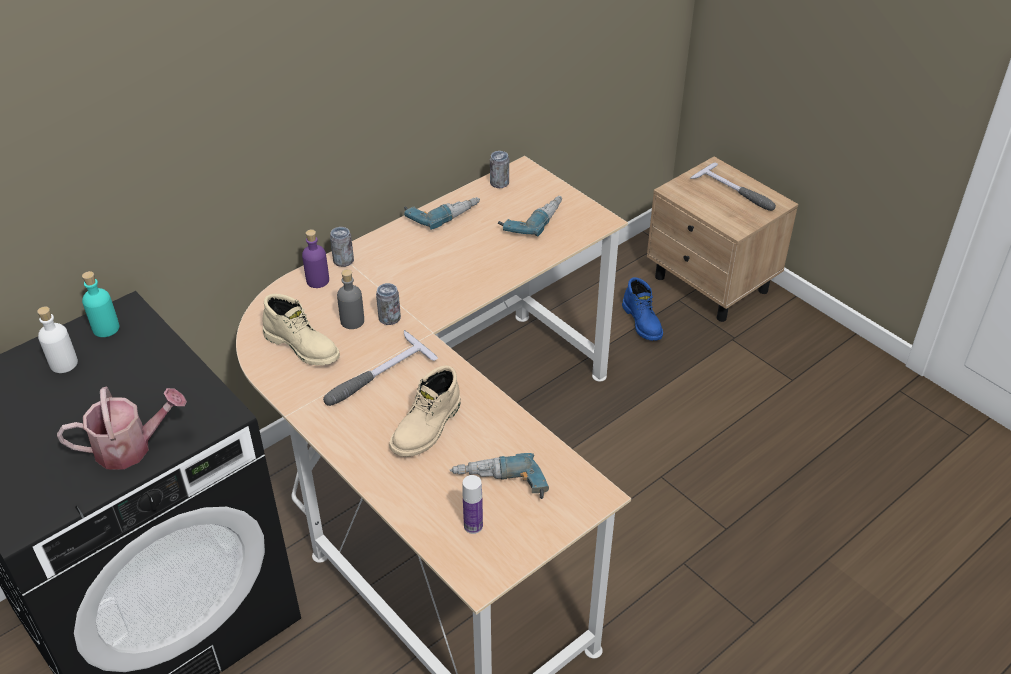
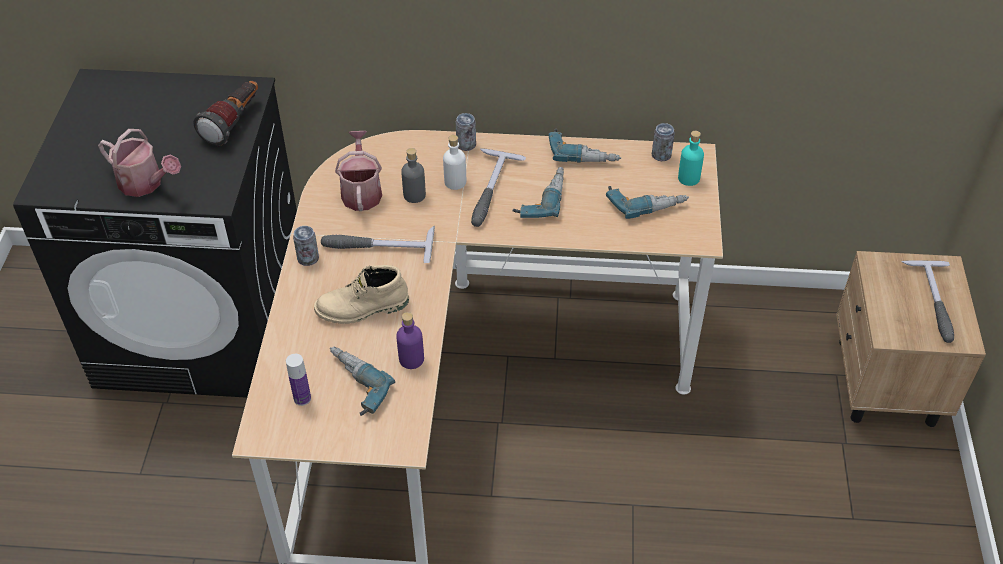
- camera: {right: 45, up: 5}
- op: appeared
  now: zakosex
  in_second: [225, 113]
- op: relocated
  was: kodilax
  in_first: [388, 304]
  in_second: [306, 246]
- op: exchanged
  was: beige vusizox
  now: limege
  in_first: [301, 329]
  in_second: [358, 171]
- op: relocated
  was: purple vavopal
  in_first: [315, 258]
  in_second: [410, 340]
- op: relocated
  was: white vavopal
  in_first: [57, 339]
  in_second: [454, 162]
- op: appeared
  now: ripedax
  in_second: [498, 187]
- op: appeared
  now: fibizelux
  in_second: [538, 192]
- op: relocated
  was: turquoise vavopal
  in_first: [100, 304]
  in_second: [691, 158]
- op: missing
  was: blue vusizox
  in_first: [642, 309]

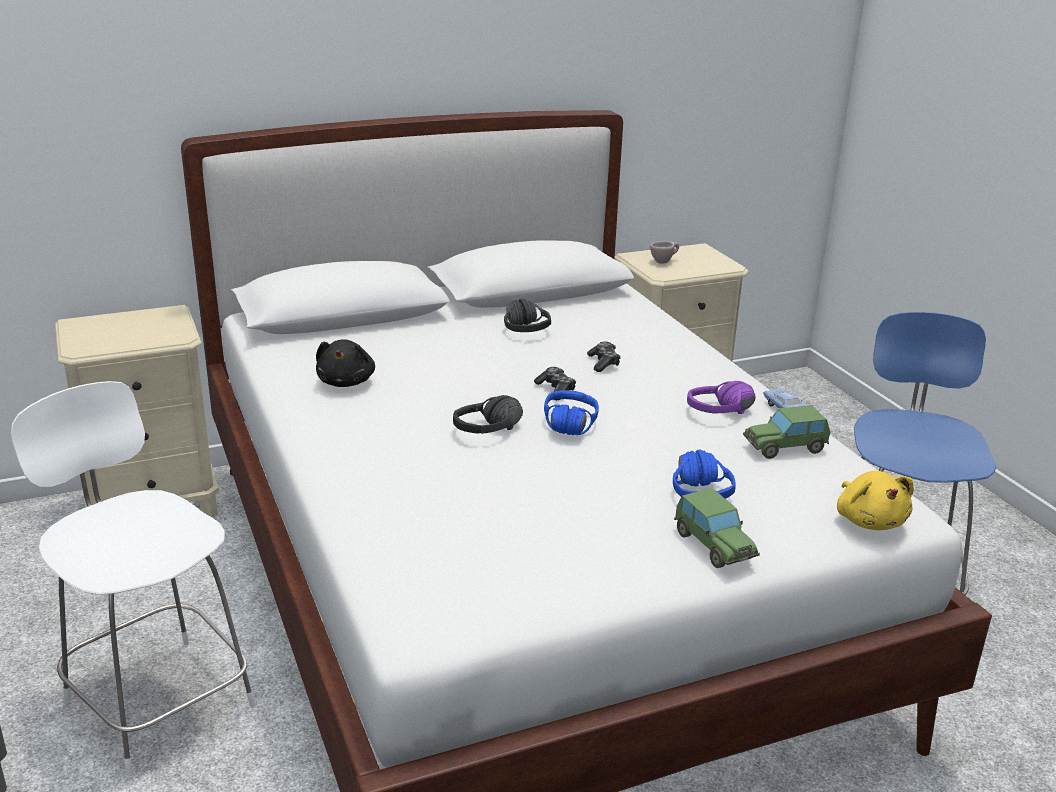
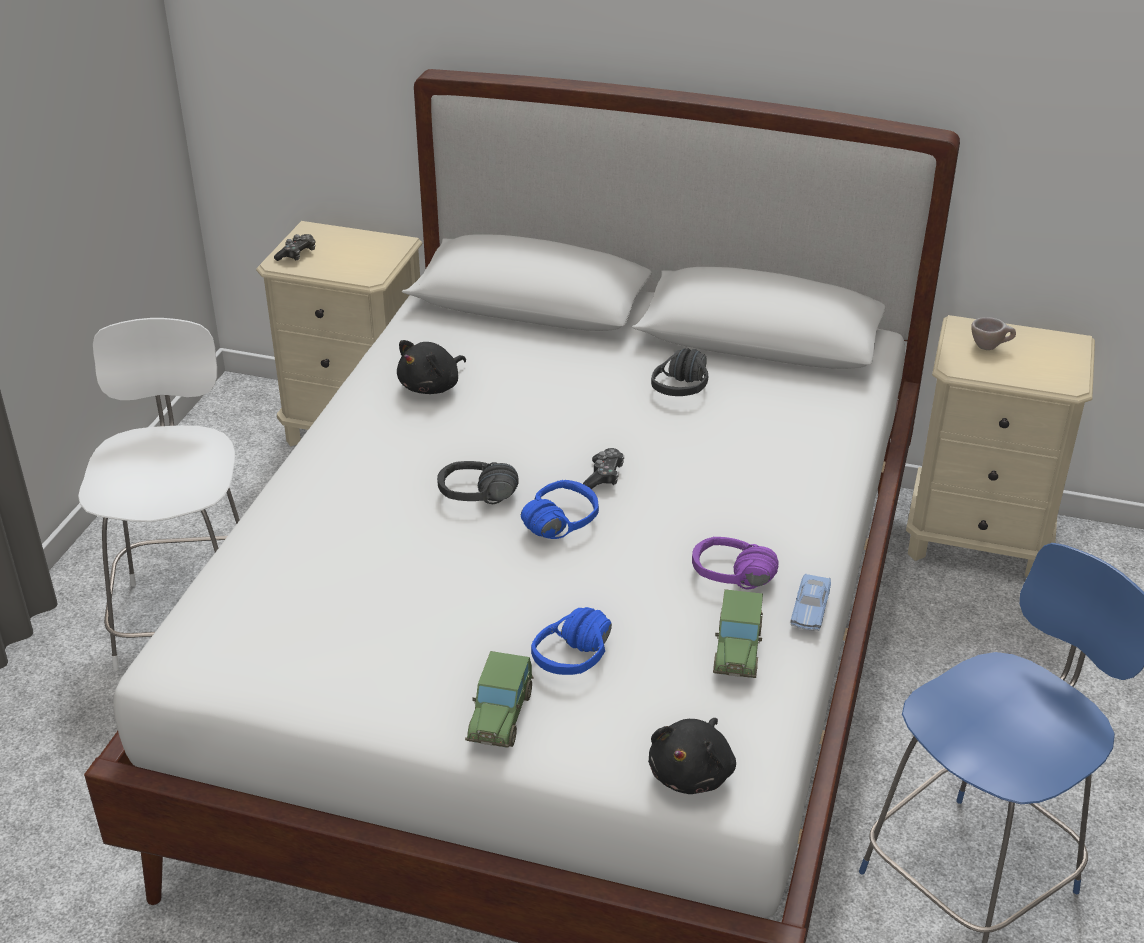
- camera: {right: 40, up: 10}
- op: relocated
  was: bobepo
  in_first: [604, 357]
  in_second: [295, 247]
- op: colour
  was: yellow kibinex
  now: black kibinex
  in_first: [875, 500]
  in_second: [692, 756]
- op: spun
  was: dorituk
  in_first: [786, 432]
  in_second: [738, 633]
  clockwise: -105

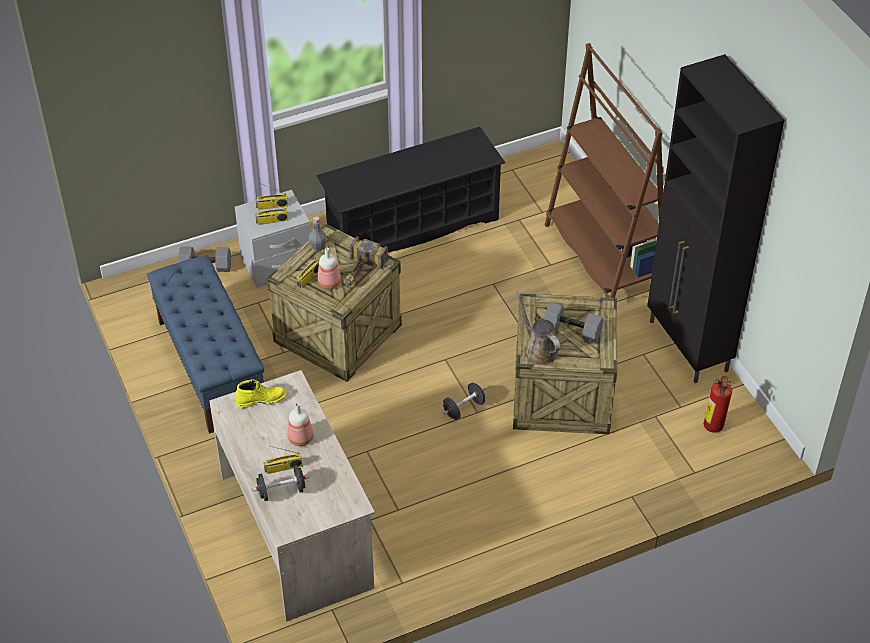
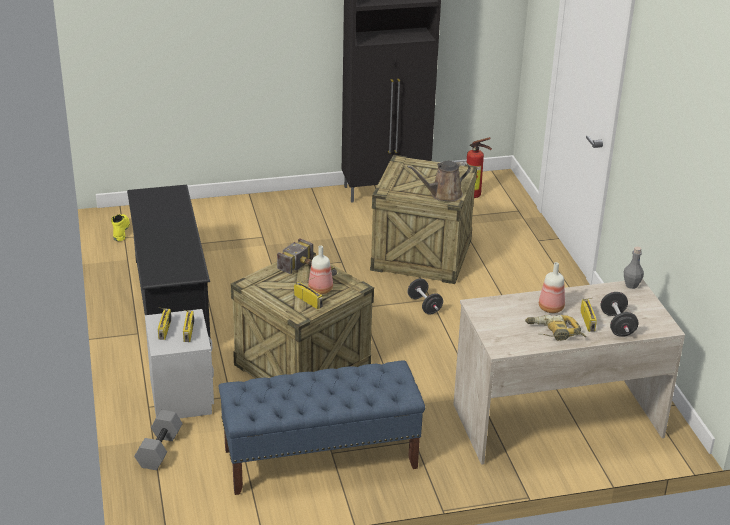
- camera: {right: -80, up: -15}
- op: relocated
  was: yellow vusizox
  in_first: [261, 393]
  in_second: [120, 227]
- op: appeared
  now: fibizelux
  in_second: [555, 328]
- op: relocated
  was: grey vavopal
  in_first: [317, 233]
  in_second: [634, 268]
- op: missing
  was: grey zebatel
  in_first: [573, 322]
- op: missing
  was: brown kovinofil
  in_first: [604, 170]

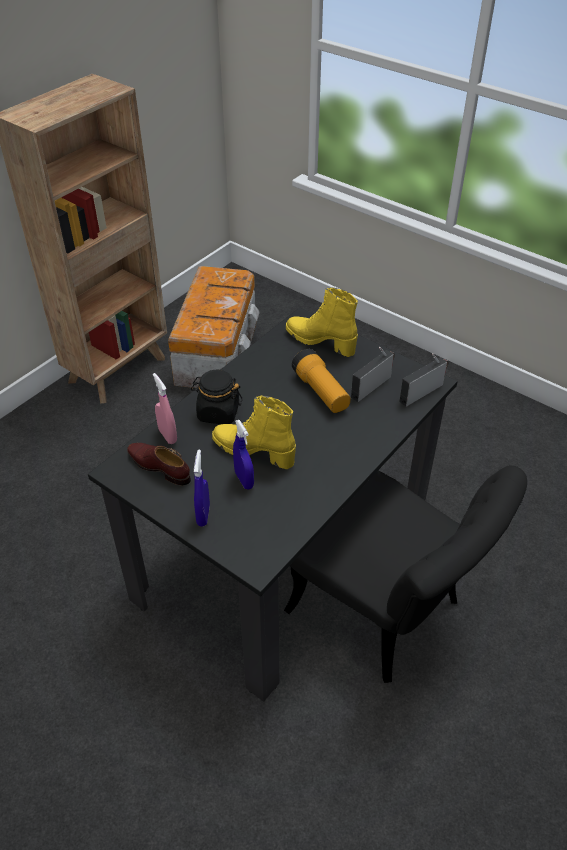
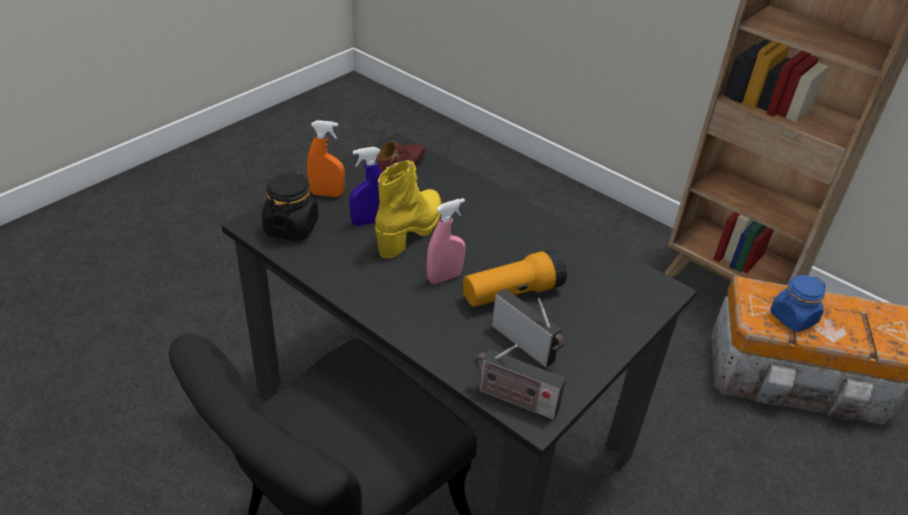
- camera: {right: 90, up: -5}
- op: relocated
  was: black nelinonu
  in_first: [217, 396]
  in_second: [290, 206]
- op: colour
  was: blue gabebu
  now: orange gabebu
  in_first: [202, 488]
  in_second: [326, 158]
- op: relocated
  was: pink gabebu
  in_first: [165, 408]
  in_second: [446, 241]
- op: spun
  was: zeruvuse
  in_first: [424, 380]
  in_second: [520, 382]
  clockwise: 150
- op: appeared
  now: blue nelinonu
  in_second: [798, 303]
- op: missing
  was: yellow vusizox
  in_first: [322, 322]

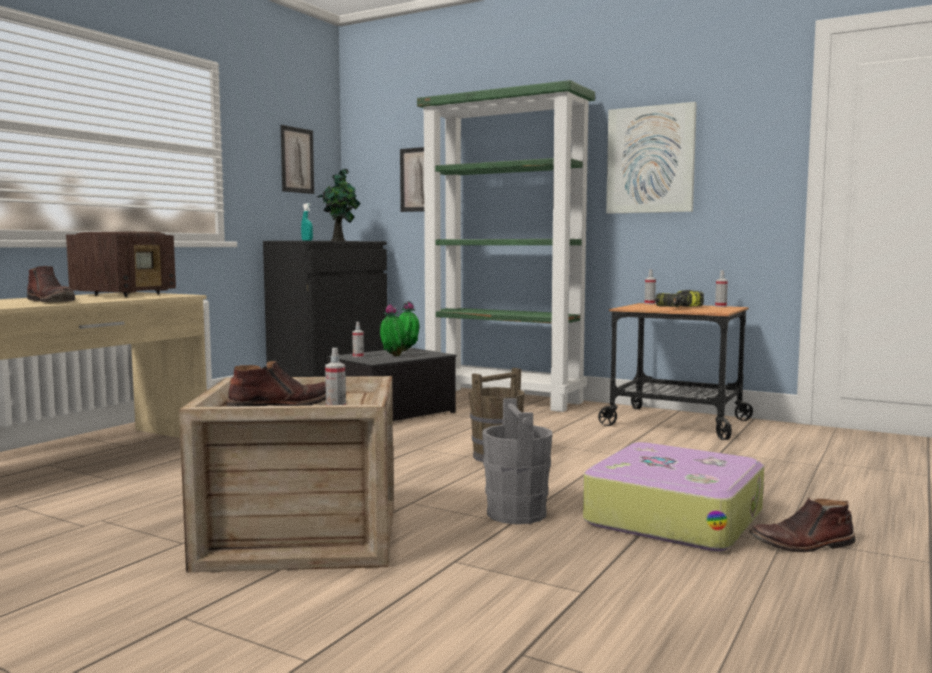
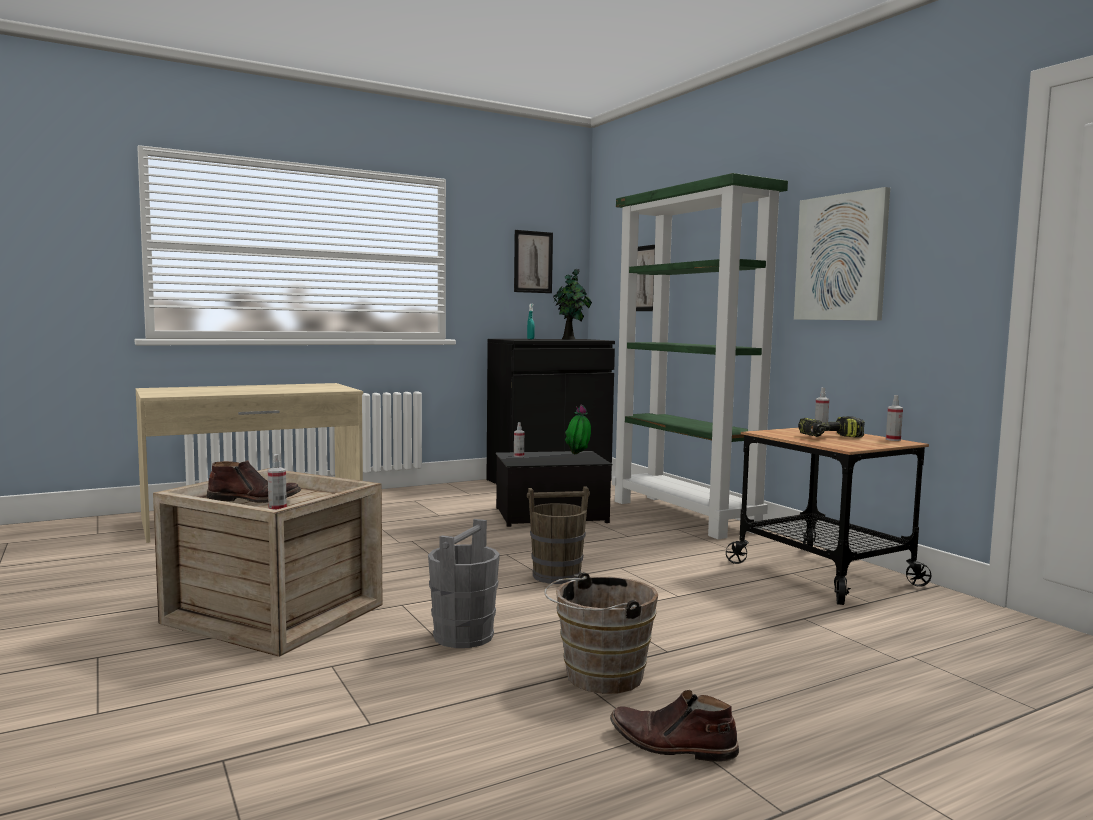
- camera: {right: 30, up: 0}
- op: exchanged
  was: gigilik
  now: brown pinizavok
  in_first: [673, 496]
  in_second: [601, 633]
- op: missing
  was: brown vusizox
  in_first: [51, 284]
- op: missing
  was: zeruvuse
  in_first: [121, 264]
- op: missing
  was: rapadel
  in_first: [394, 330]

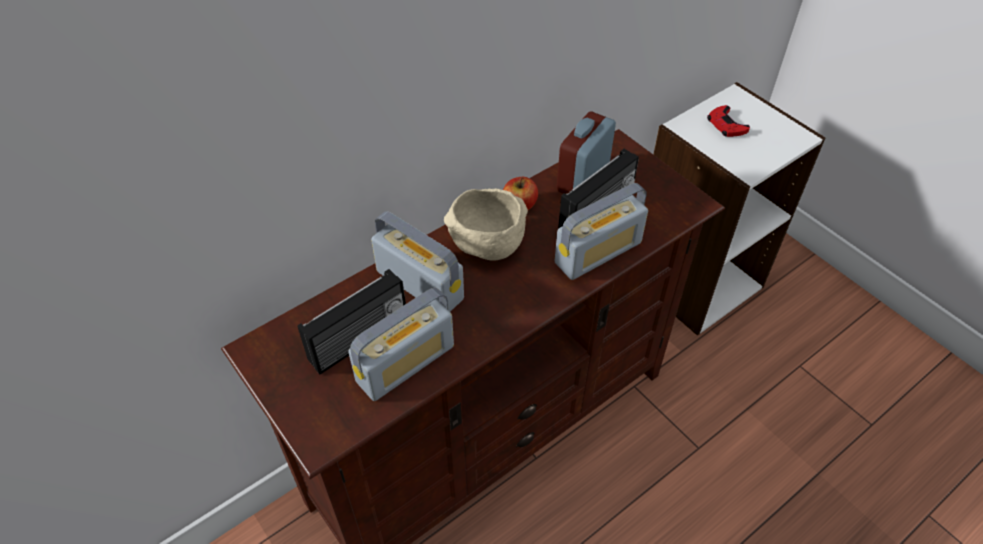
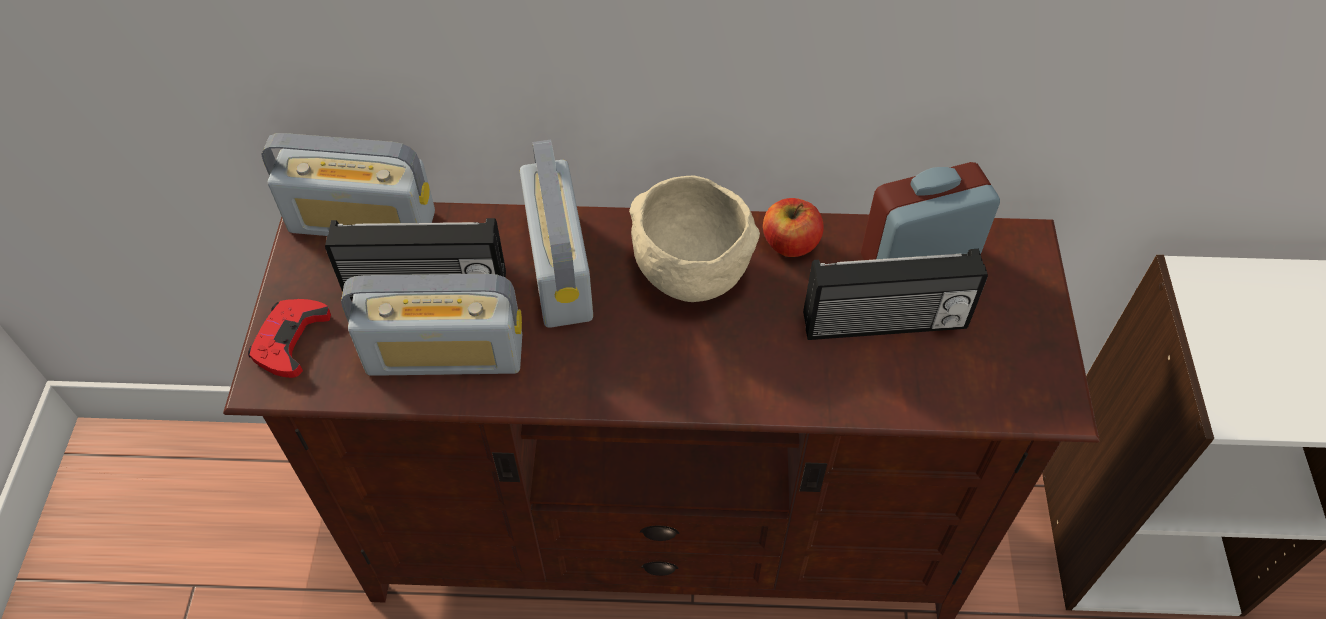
- camera: {right: 40, up: 5}
- op: relocated
  was: red bobepo
  in_first: [728, 121]
  in_second: [289, 338]
- op: relocated
  was: zeruvuse
  in_first: [601, 231]
  in_second: [348, 184]

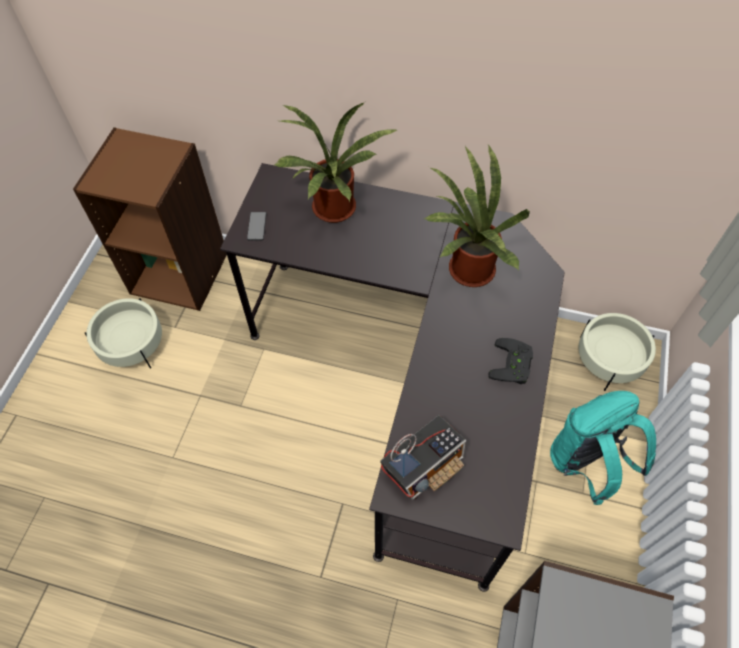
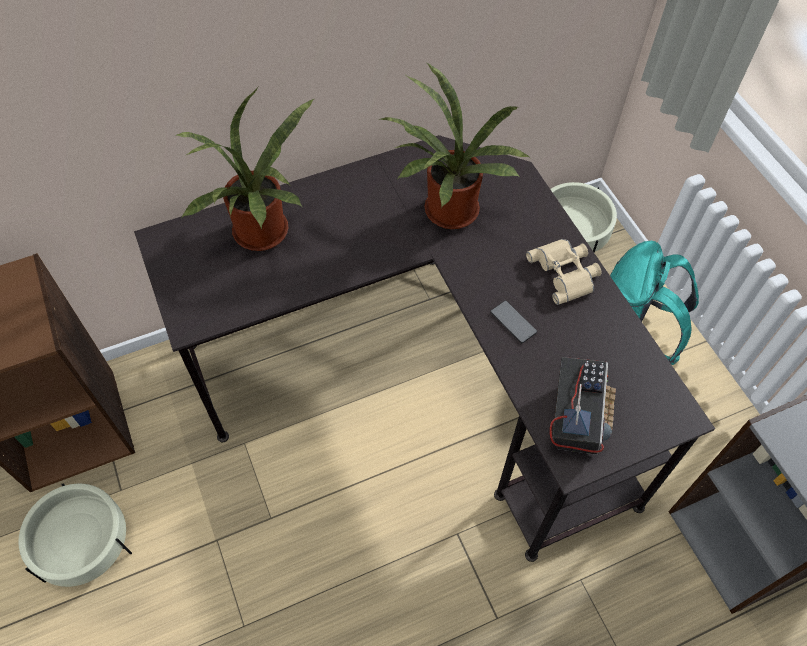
- camera: {right: -40, up: 0}
- op: relocated
  was: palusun
  in_first: [256, 226]
  in_second: [513, 322]
- op: exchanged
  was: black bobepo
  now: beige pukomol
  in_first: [510, 361]
  in_second: [563, 272]

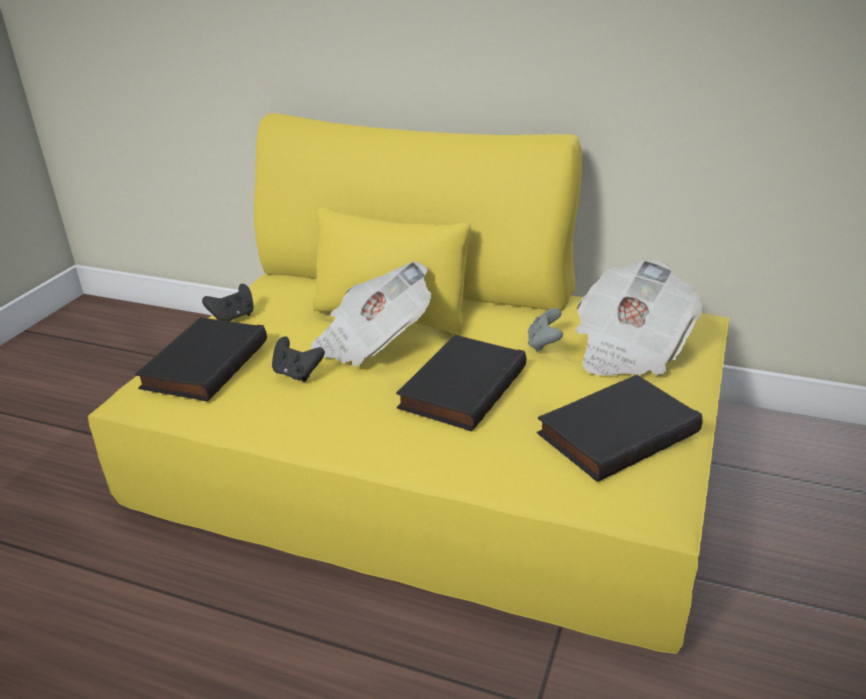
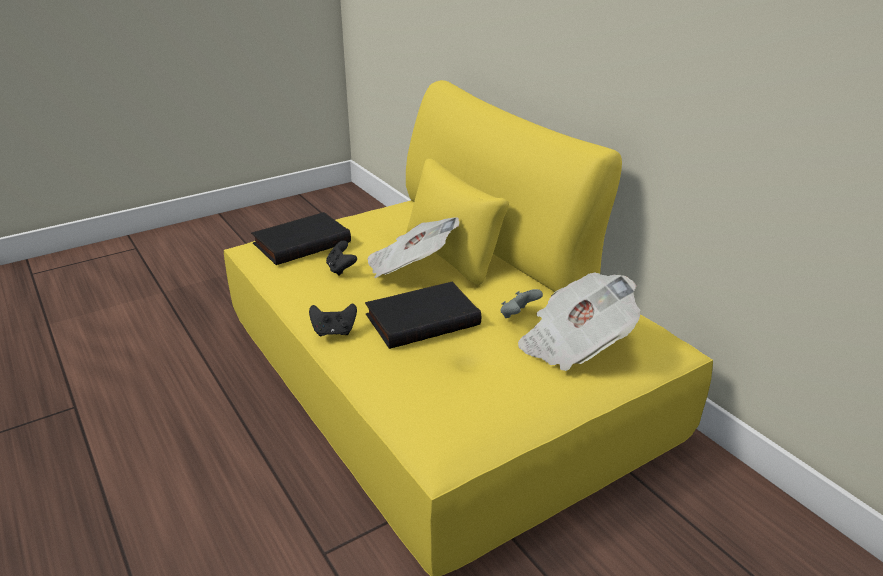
- camera: {right: 35, up: 0}
- op: relocated
  was: black bobepo
  in_first: [228, 303]
  in_second: [333, 319]
- op: missing
  was: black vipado
  in_first: [620, 428]

